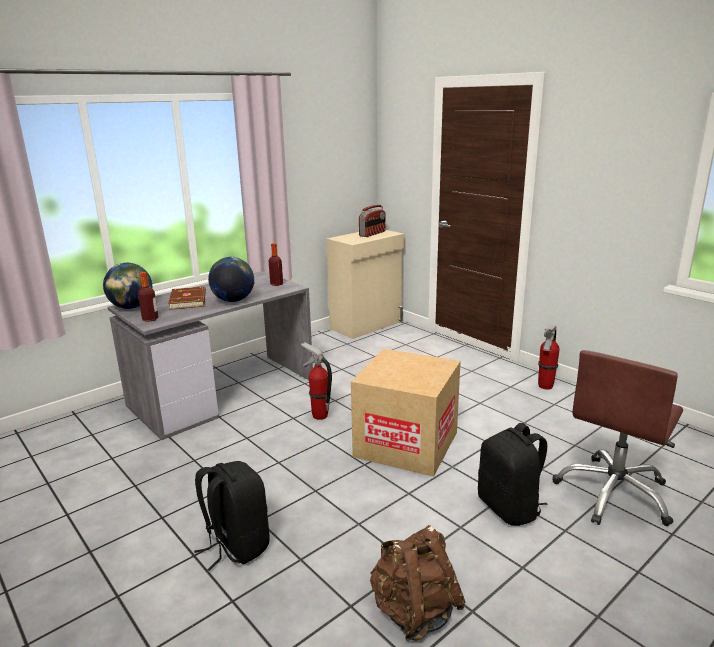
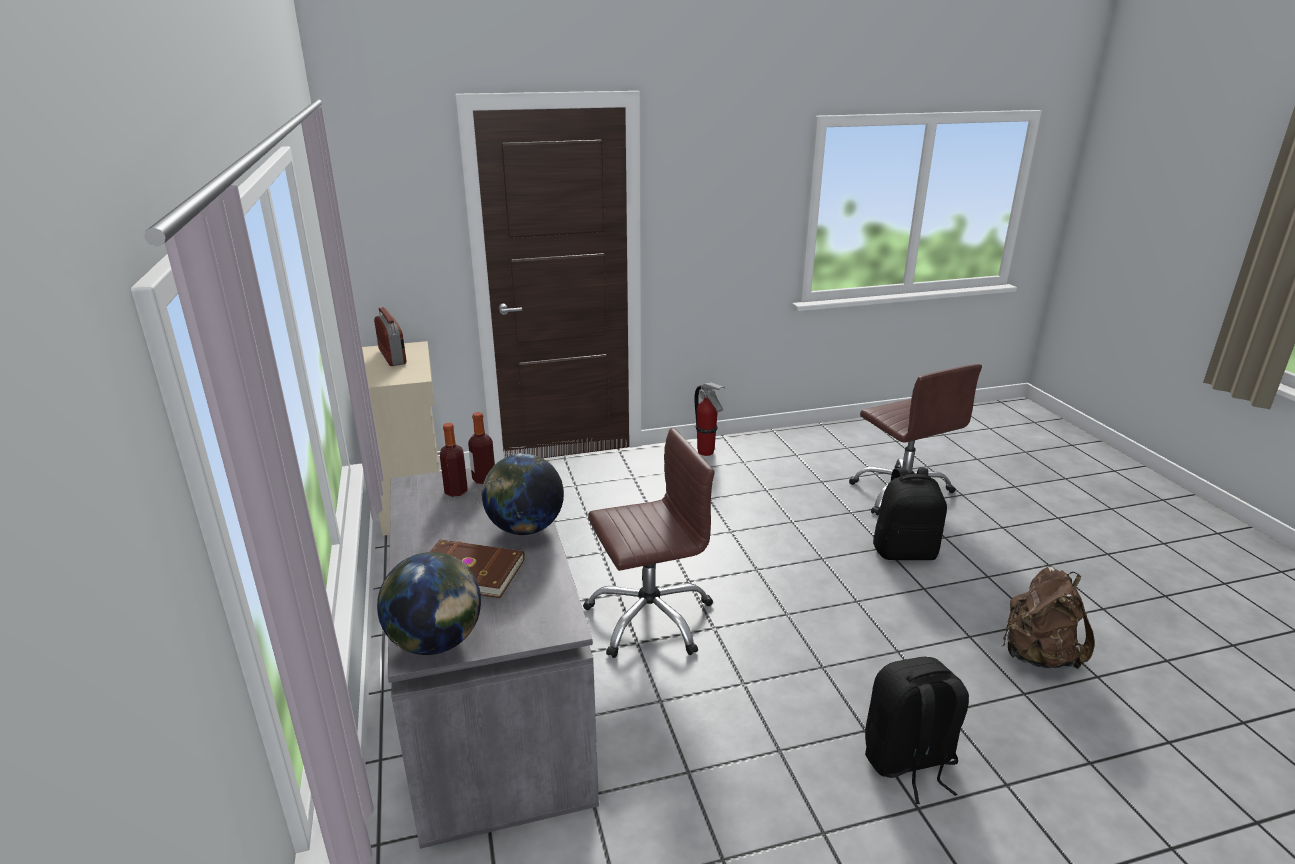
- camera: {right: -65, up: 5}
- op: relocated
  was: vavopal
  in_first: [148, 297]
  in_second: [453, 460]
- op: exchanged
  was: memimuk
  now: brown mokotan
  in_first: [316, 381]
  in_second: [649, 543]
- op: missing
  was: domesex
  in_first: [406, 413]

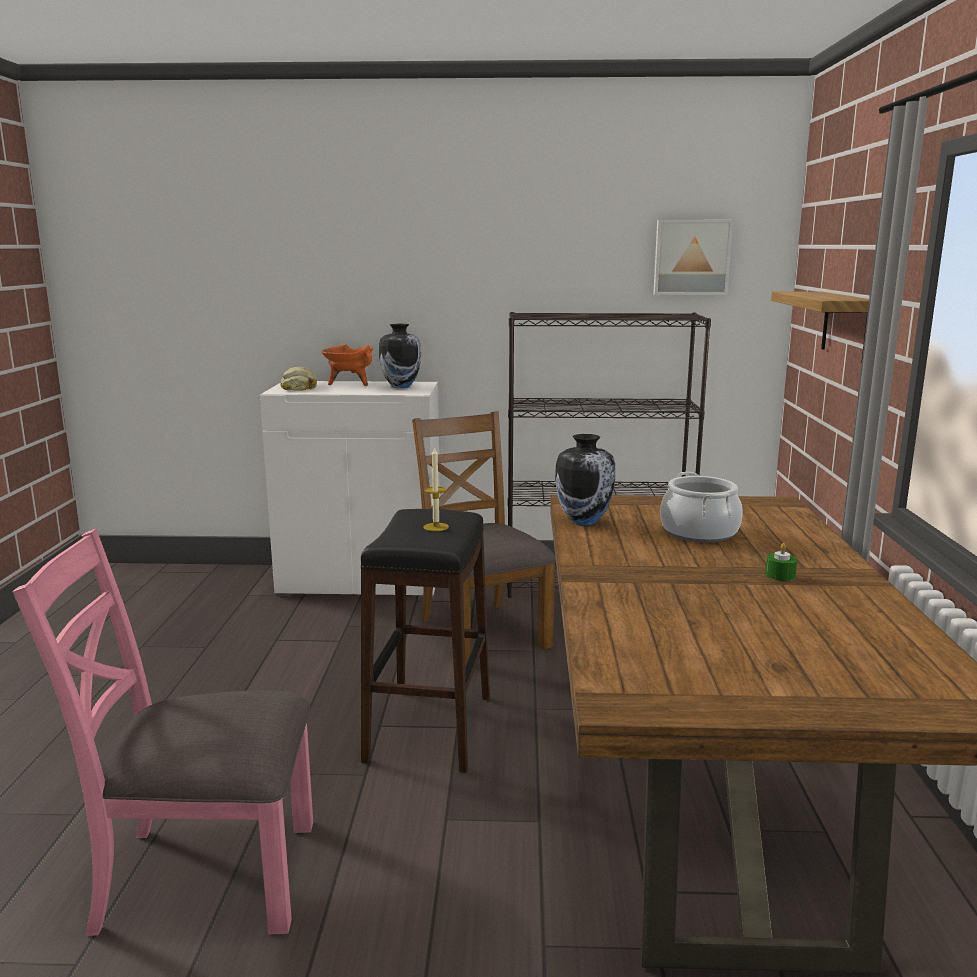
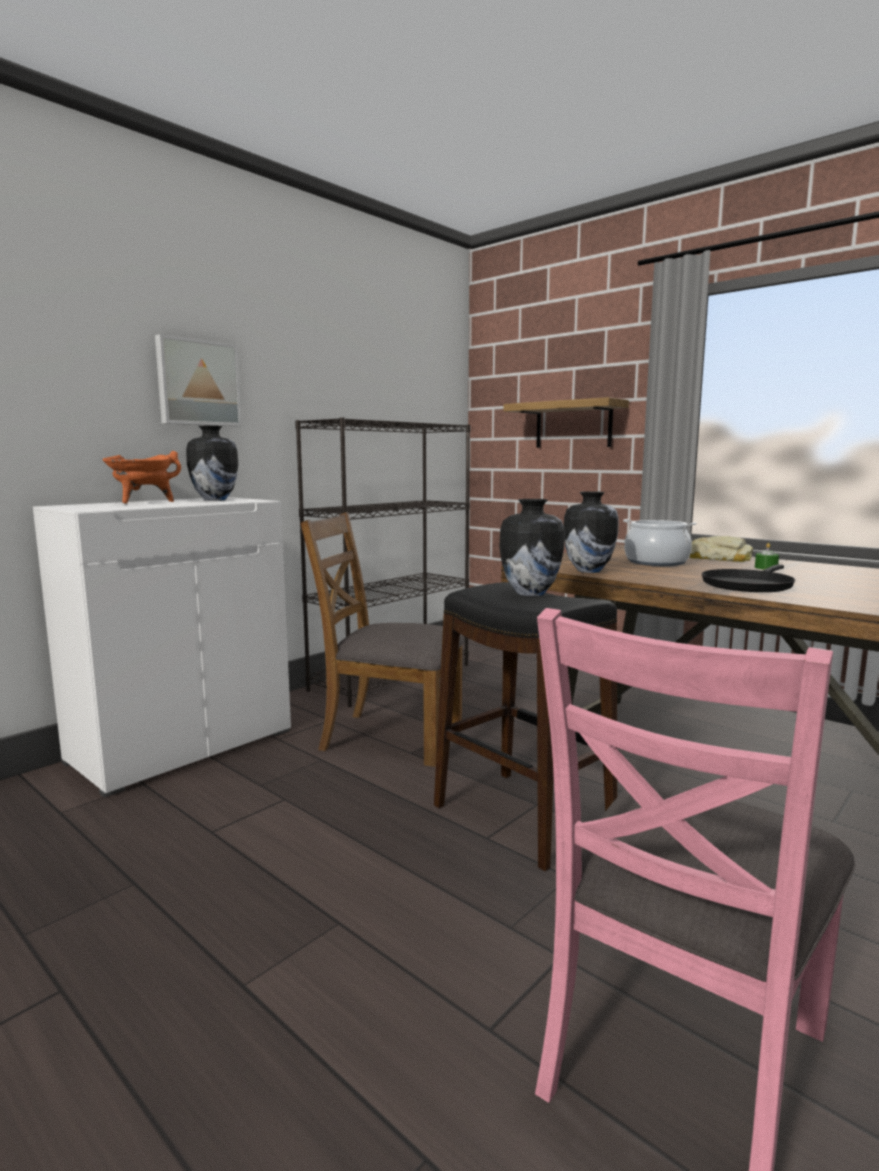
- camera: {right: -50, up: -5}
- op: relocated
  was: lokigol
  in_first: [693, 257]
  in_second: [198, 380]
- op: exchanged
  was: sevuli
  now: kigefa
  in_first: [436, 489]
  in_second: [531, 547]
- op: relocated
  was: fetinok
  in_first: [298, 379]
  in_second: [721, 549]
- op: appeared
  now: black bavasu
  in_second: [748, 578]

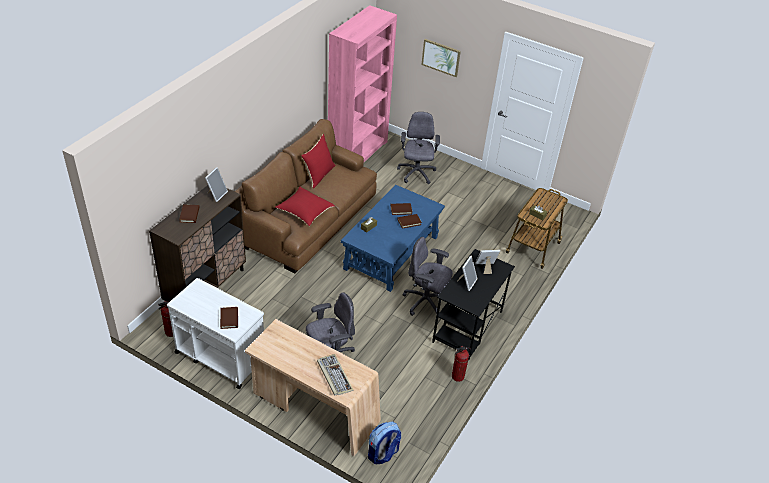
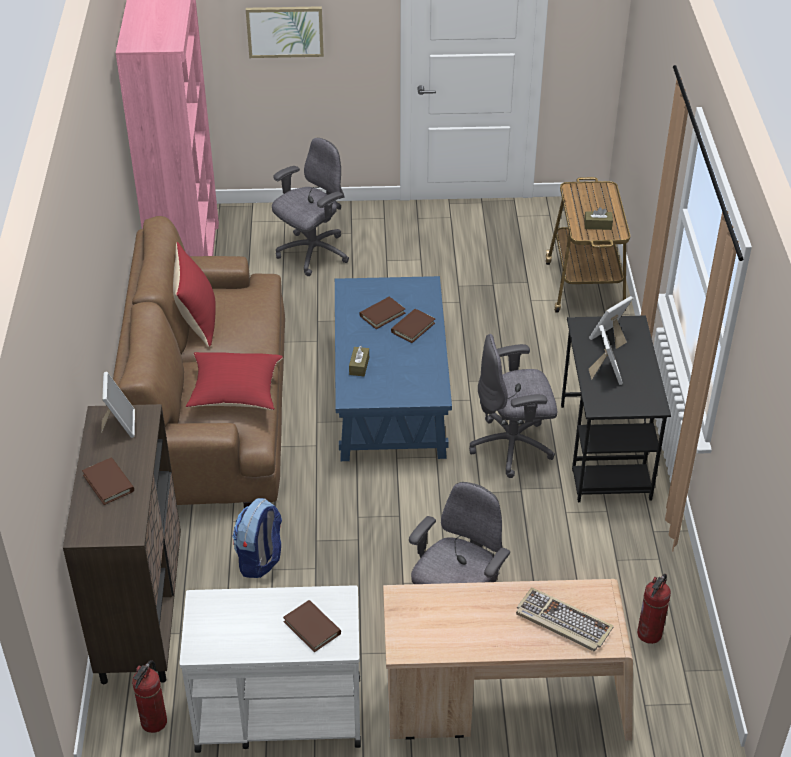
- camera: {right: -30, up: 0}
- op: relocated
  was: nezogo
  in_first: [384, 443]
  in_second: [257, 538]
- op: spun
  was: grey mokotan
  in_first: [418, 148]
  in_second: [310, 207]
  clockwise: 75
- op: relocated
  was: memimuk
  in_first: [461, 364]
  in_second: [654, 609]

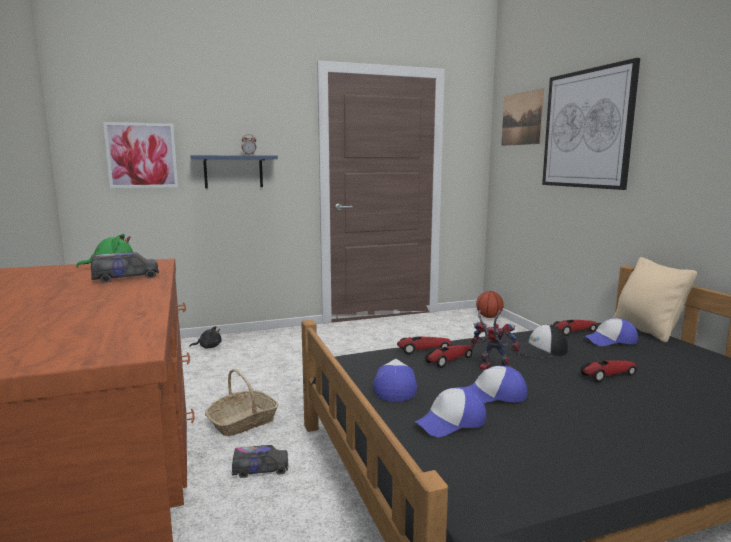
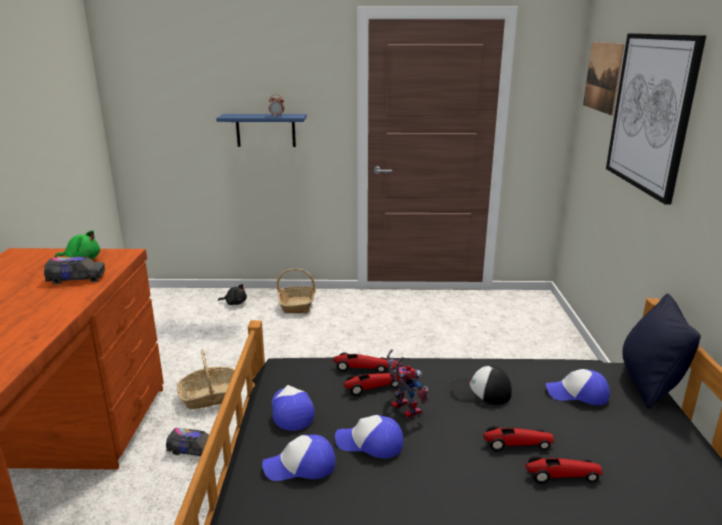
- camera: {right: 20, up: 10}
- op: spun
  was: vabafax
  in_first: [395, 380]
  in_second: [293, 408]
  clockwise: -45
- op: appeared
  now: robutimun
  in_second: [296, 291]
- op: relocated
  was: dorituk
  in_first: [575, 328]
  in_second: [563, 470]
- op: colour
  was: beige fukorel
  now: black fukorel
  in_first: [655, 300]
  in_second: [661, 351]
- op: missing
  was: lokigol
  in_first: [140, 155]
- op: missing
  was: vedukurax
  in_first: [490, 304]

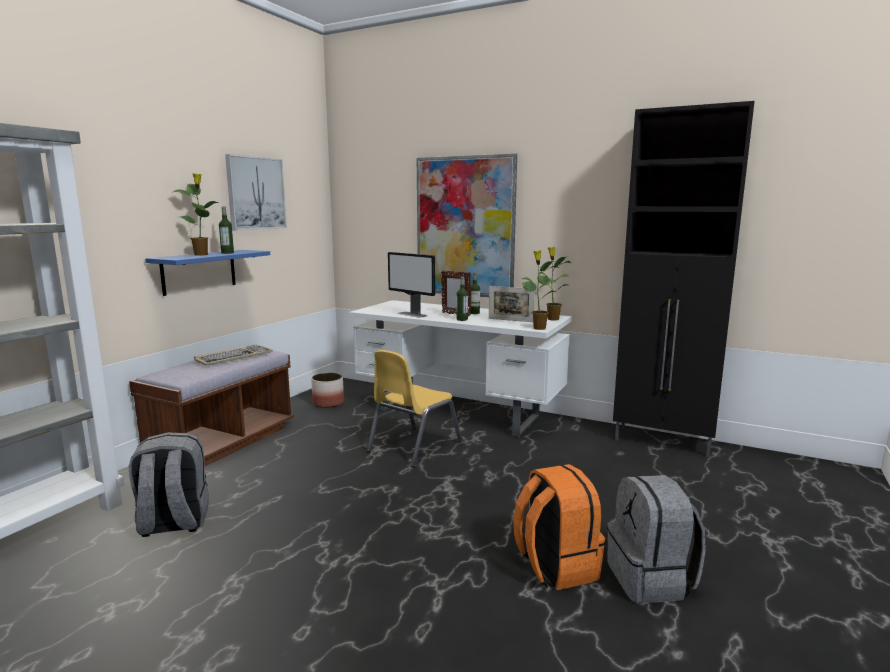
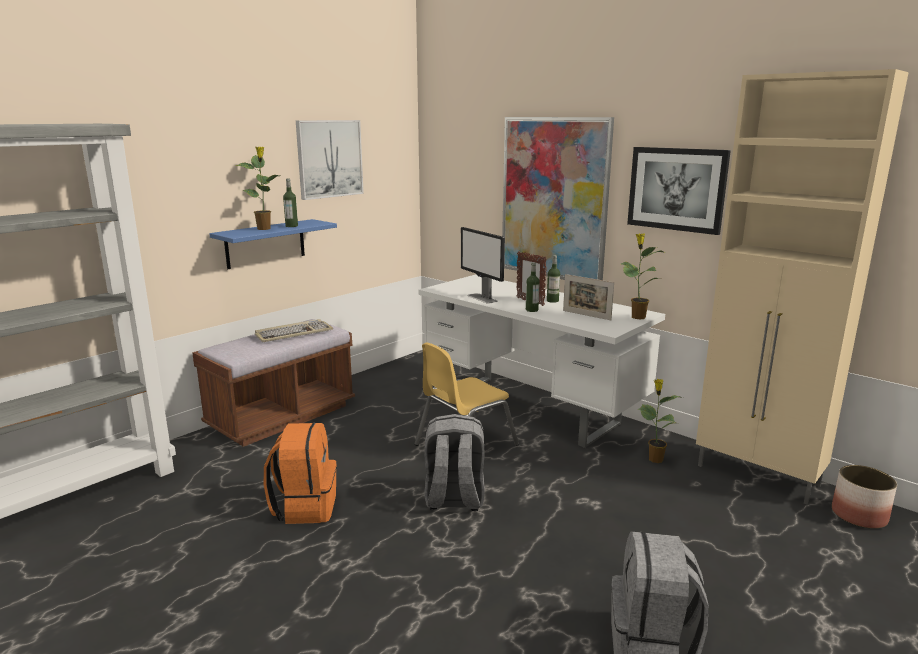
- camera: {right: 15, up: 5}
- op: relocated
  was: orange nezogo
  in_first: [559, 527]
  in_second: [300, 473]
- op: relocated
  was: grey nezogo
  in_first: [168, 484]
  in_second: [454, 462]
- op: appeared
  now: lokigol
  in_second: [679, 191]
- op: relocated
  was: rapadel
  in_first: [540, 290]
  in_second: [660, 421]
- op: colour
  was: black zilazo
  now: beige zilazo
  in_first: [684, 279]
  in_second: [802, 287]
- op: relocated
  was: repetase
  in_first: [327, 390]
  in_second: [864, 497]

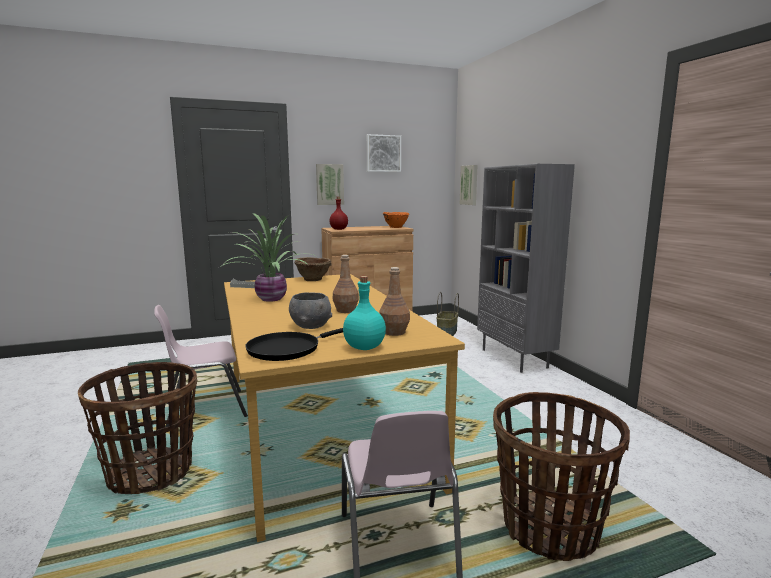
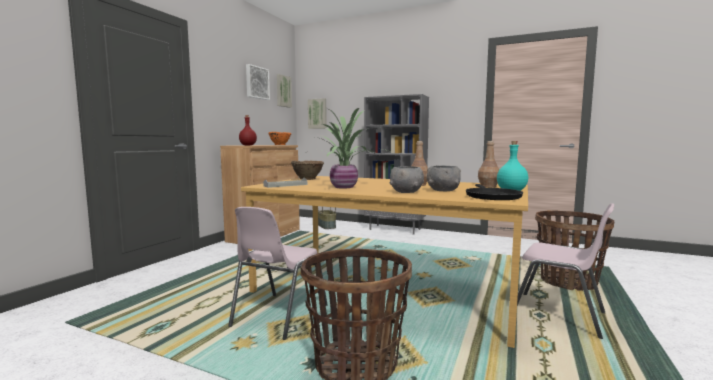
- camera: {right: -45, up: -5}
- op: relocated
  was: lokigol
  in_first: [330, 184]
  in_second: [284, 91]
- op: appeared
  now: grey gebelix
  in_second: [407, 179]

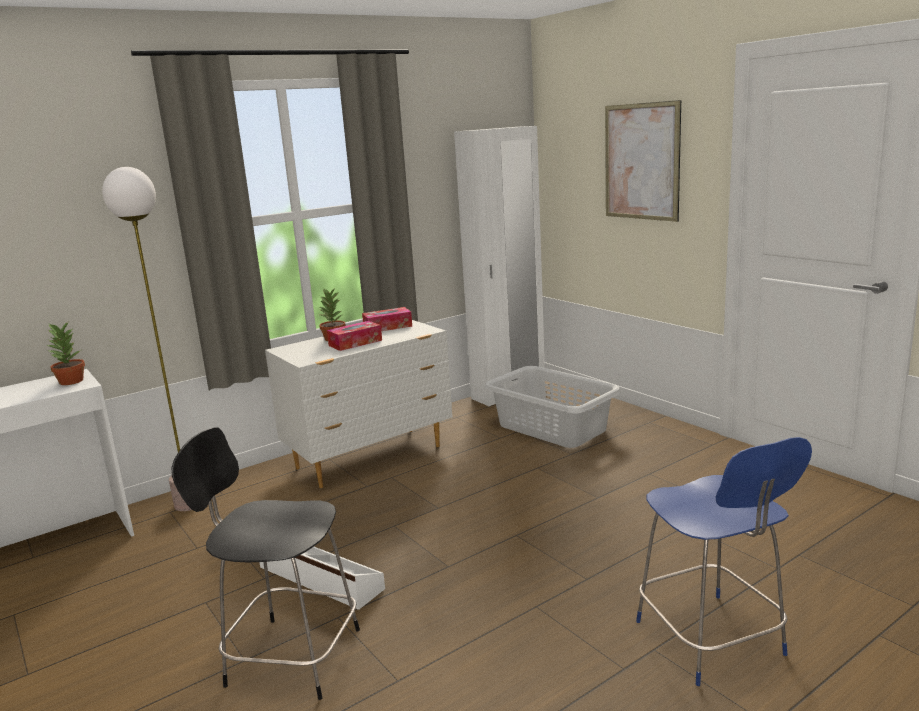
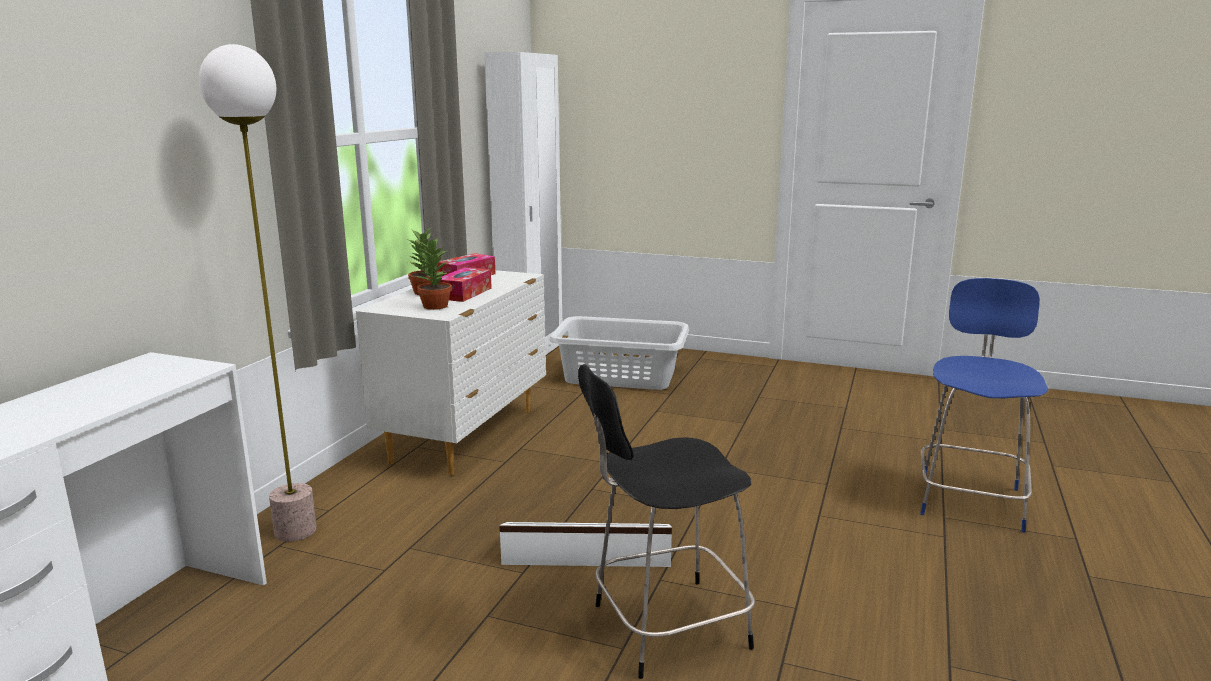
- camera: {right: -35, up: 0}
- op: relocated
  was: rapadel
  in_first: [66, 353]
  in_second: [434, 273]
- op: spun
  was: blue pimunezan
  in_first: [724, 561]
  in_second: [984, 405]
  clockwise: -105
- op: missing
  was: lokigol
  in_first: [643, 161]

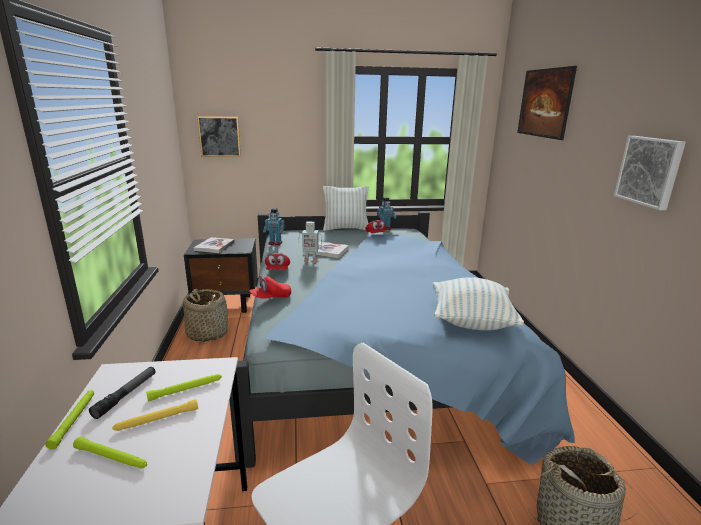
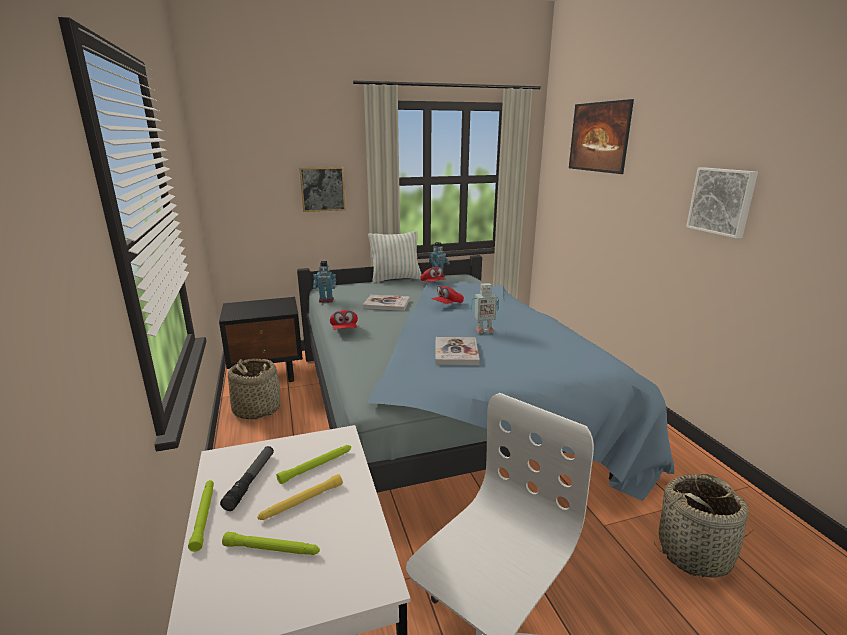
- camera: {right: -10, up: 0}
- op: relocated
  was: lokigol
  in_first: [219, 136]
  in_second: [322, 189]
- op: relocated
  was: red vabafax
  in_first: [270, 287]
  in_second: [447, 294]
- op: relocated
  was: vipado
  in_first: [214, 245]
  in_second: [457, 351]
- op: relocated
  was: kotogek
  in_first: [310, 242]
  in_second: [485, 308]
- op: missing
  was: fukorel
  in_first: [478, 304]

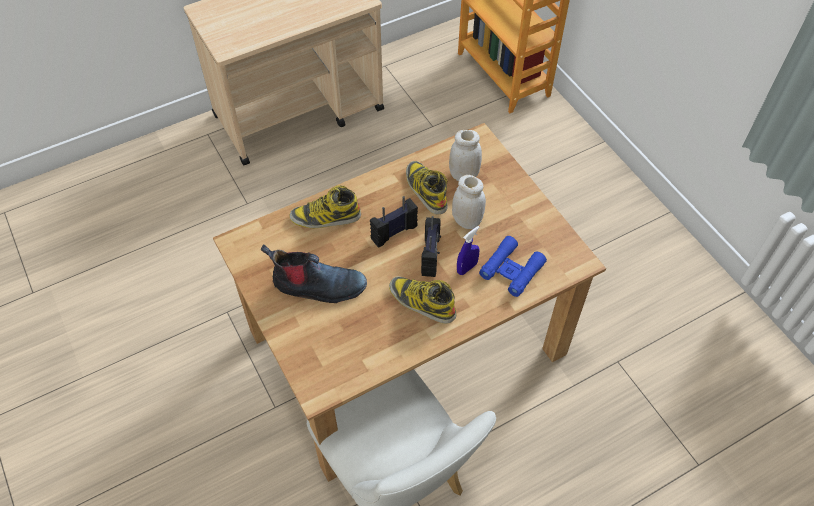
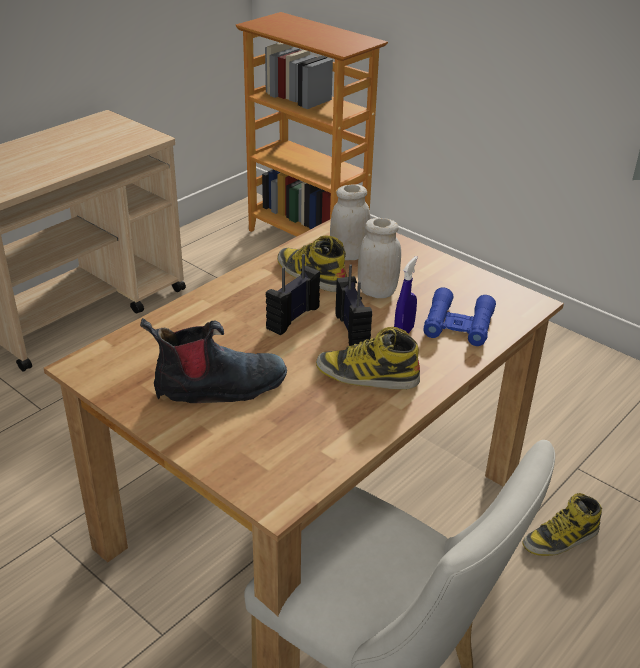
- camera: {right: -20, up: -20}
- op: relocated
  was: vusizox
  in_first: [325, 206]
  in_second: [562, 524]

